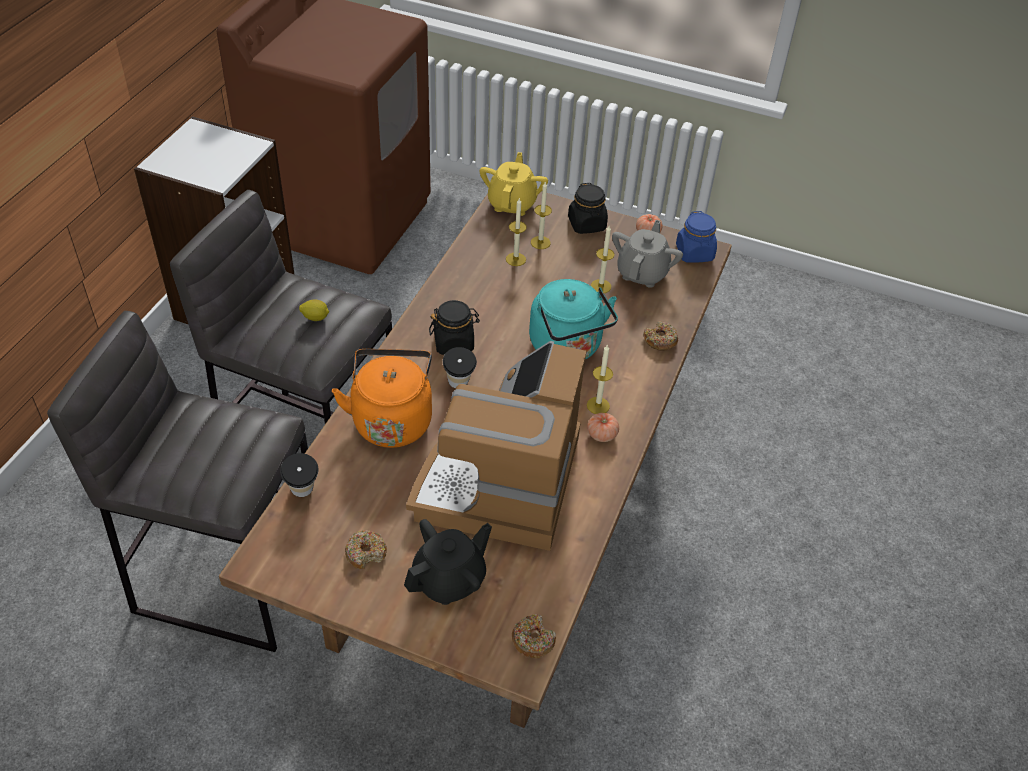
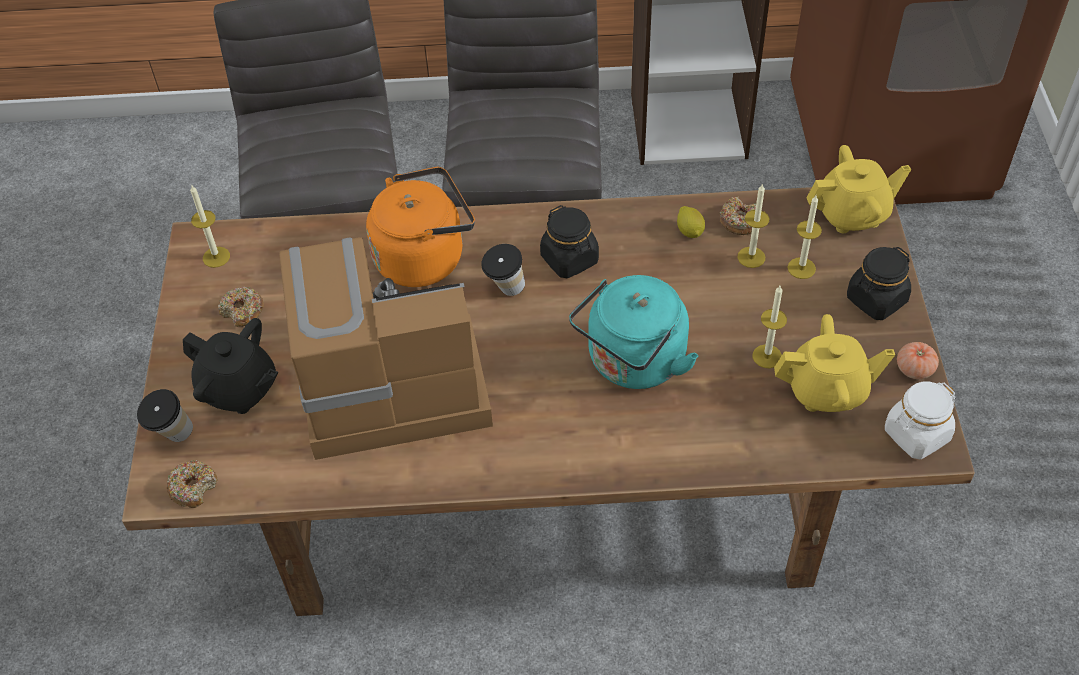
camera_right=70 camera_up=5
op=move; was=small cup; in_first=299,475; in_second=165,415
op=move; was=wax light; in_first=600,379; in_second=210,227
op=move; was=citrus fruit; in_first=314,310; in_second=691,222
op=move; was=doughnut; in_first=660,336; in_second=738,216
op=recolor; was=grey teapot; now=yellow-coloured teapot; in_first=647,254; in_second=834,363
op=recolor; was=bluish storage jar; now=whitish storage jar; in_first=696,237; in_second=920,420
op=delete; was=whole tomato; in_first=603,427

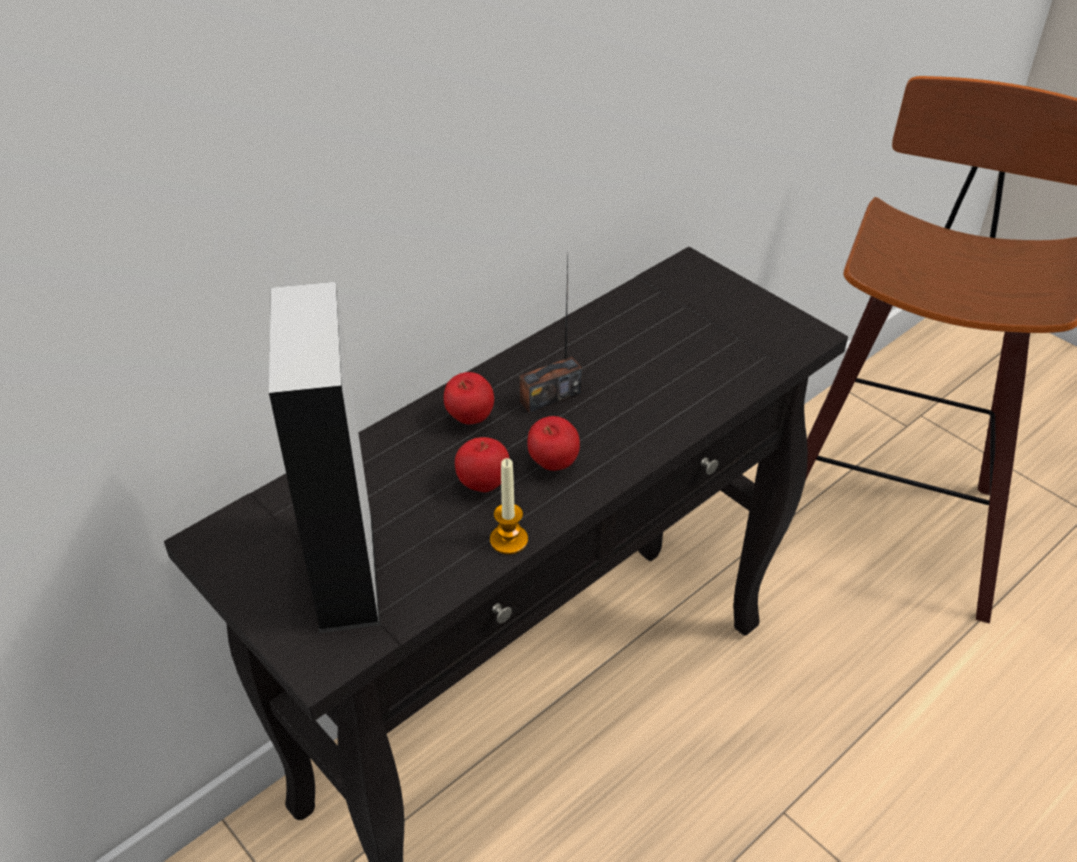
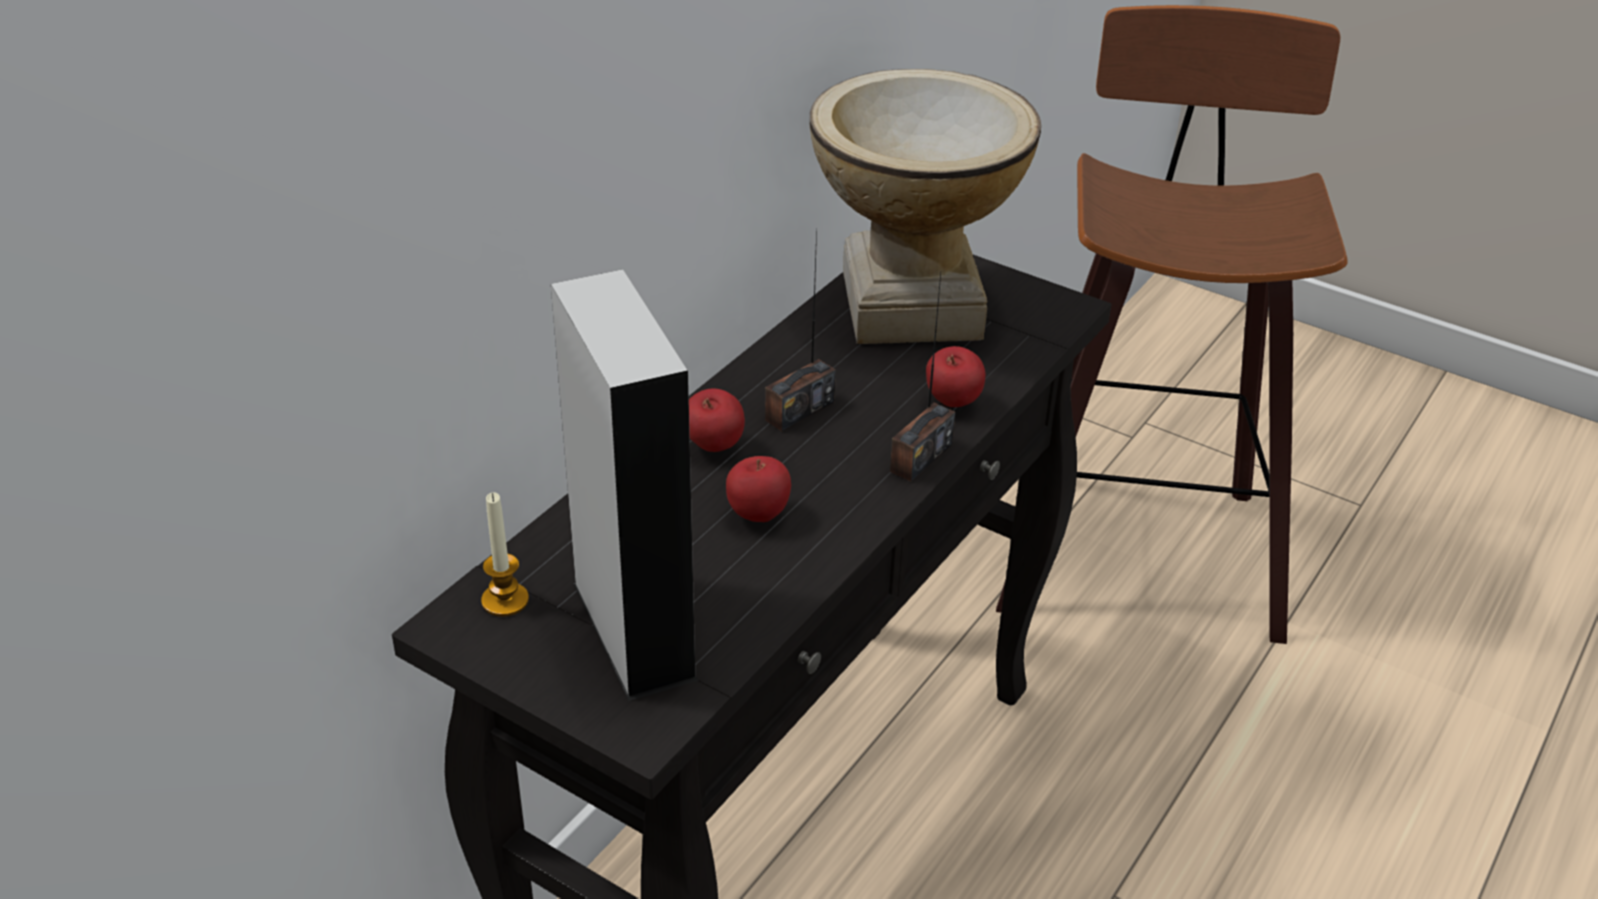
camera_right=-15 camera_up=-5
op=move; was=wax light; in_first=509,506; in_second=505,554
op=insert; now=decorative vase; in_second=925,206
op=insert; now=radio set; in_second=922,377
op=move; was=apple; in_first=553,443; in_second=955,376

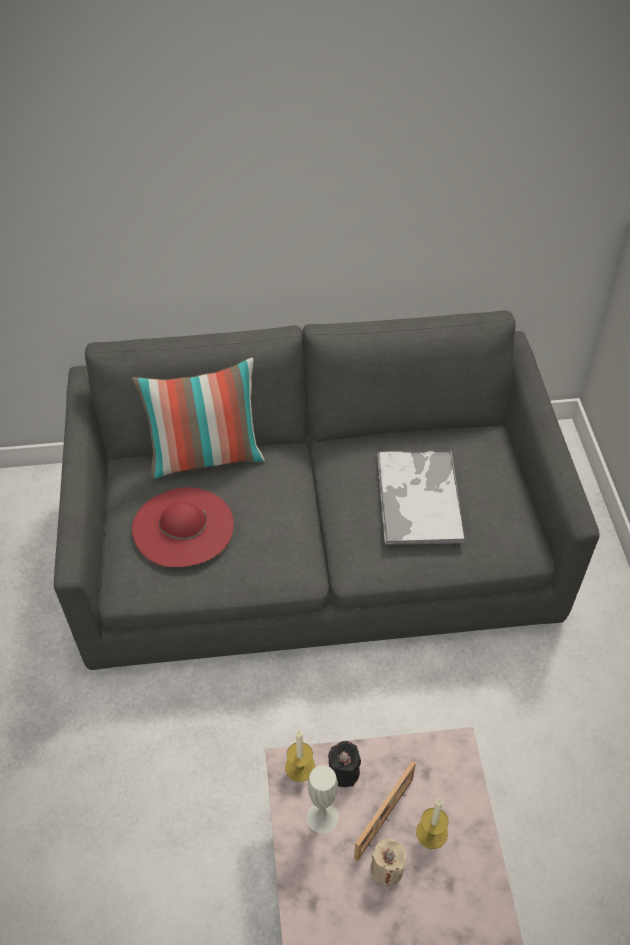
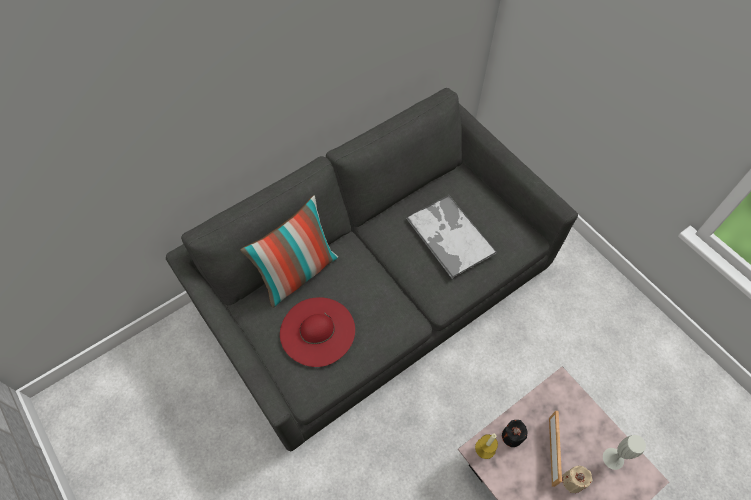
camera_right=-30 camera_up=10
op=move; was=whitish decorative vase; in_first=323,799; in_second=624,452
op=delete; was=wax light; in_first=432,824

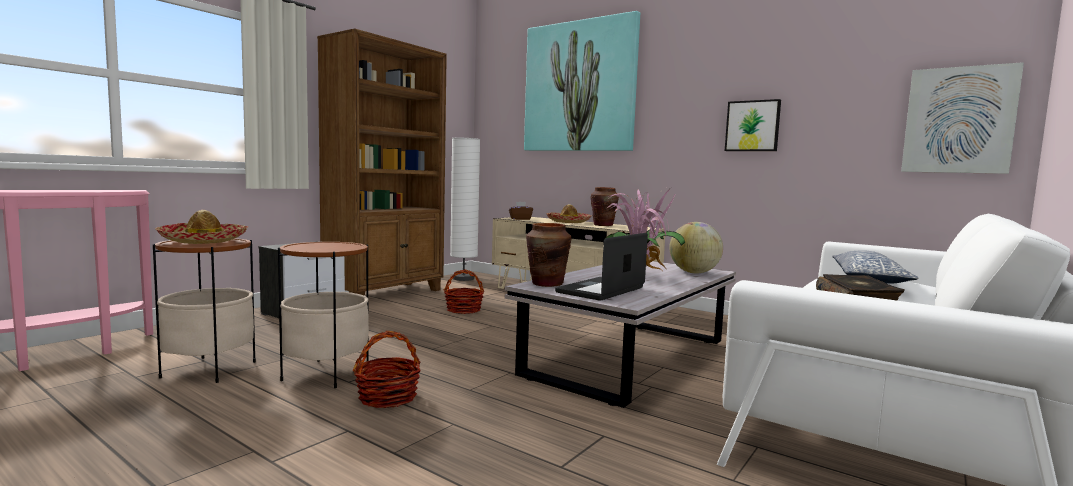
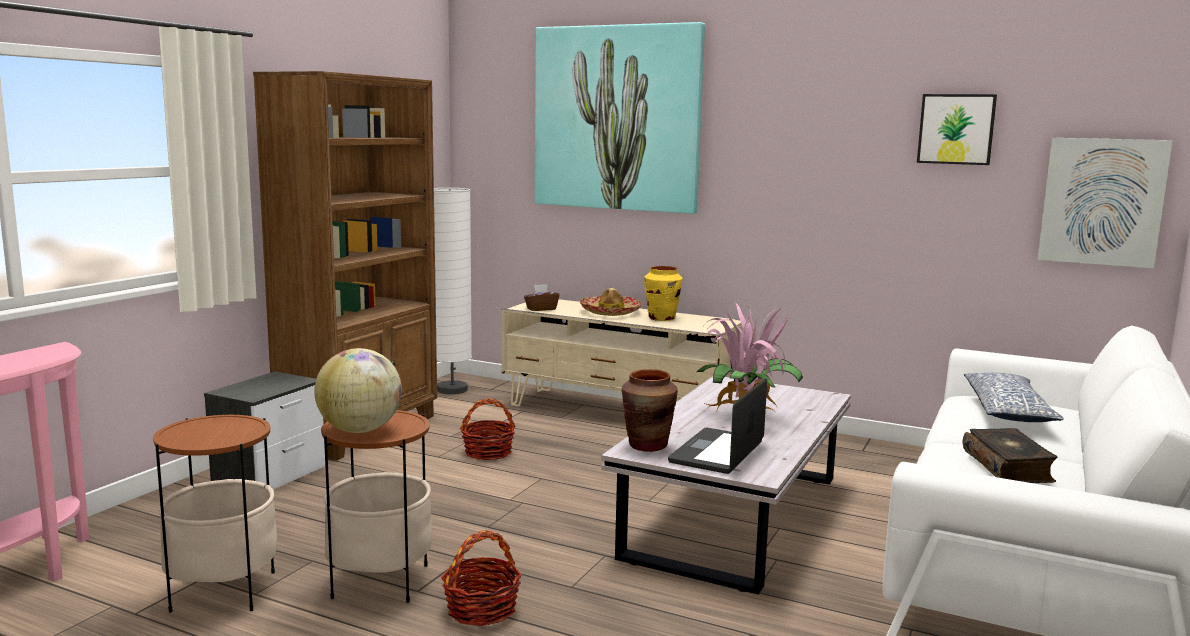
camera_right=-10 camera_up=5
op=move; was=desk globe; in_first=696,248; in_second=358,390
op=recolor; was=brown decorative vase; now=yellow-coloured decorative vase; in_first=604,206; in_second=663,293
op=move; was=wall art; in_first=753,125; in_second=957,129
op=delete; was=hat; in_first=201,227

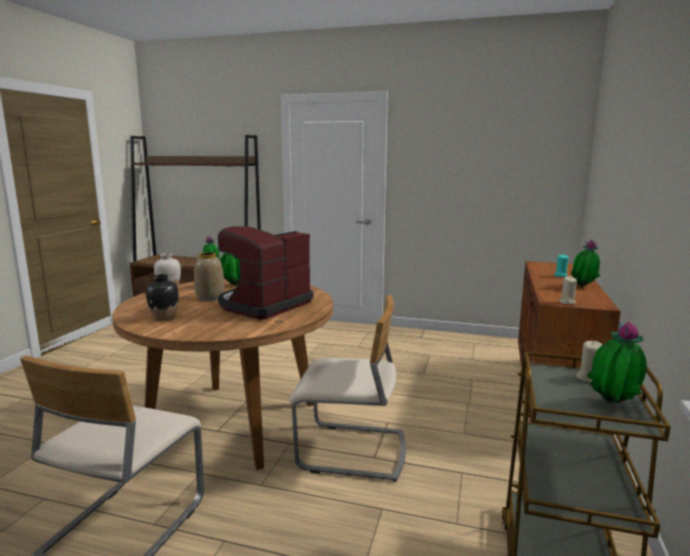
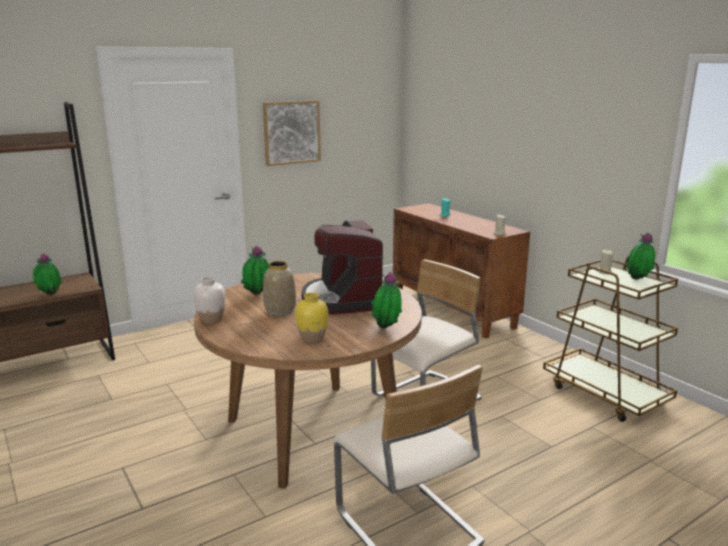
camera_right=-50 camera_up=5
op=insert; now=wall art; in_second=292,133
op=recolor; was=black-coloured decorative vase; now=yellow-coloured decorative vase; in_first=162,297; in_second=311,317
op=move; was=plant in a pot; in_first=585,263; in_second=386,300

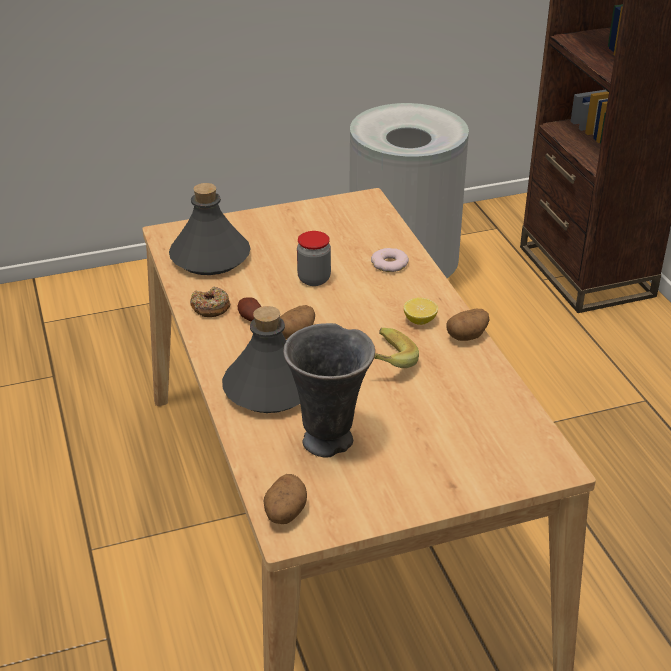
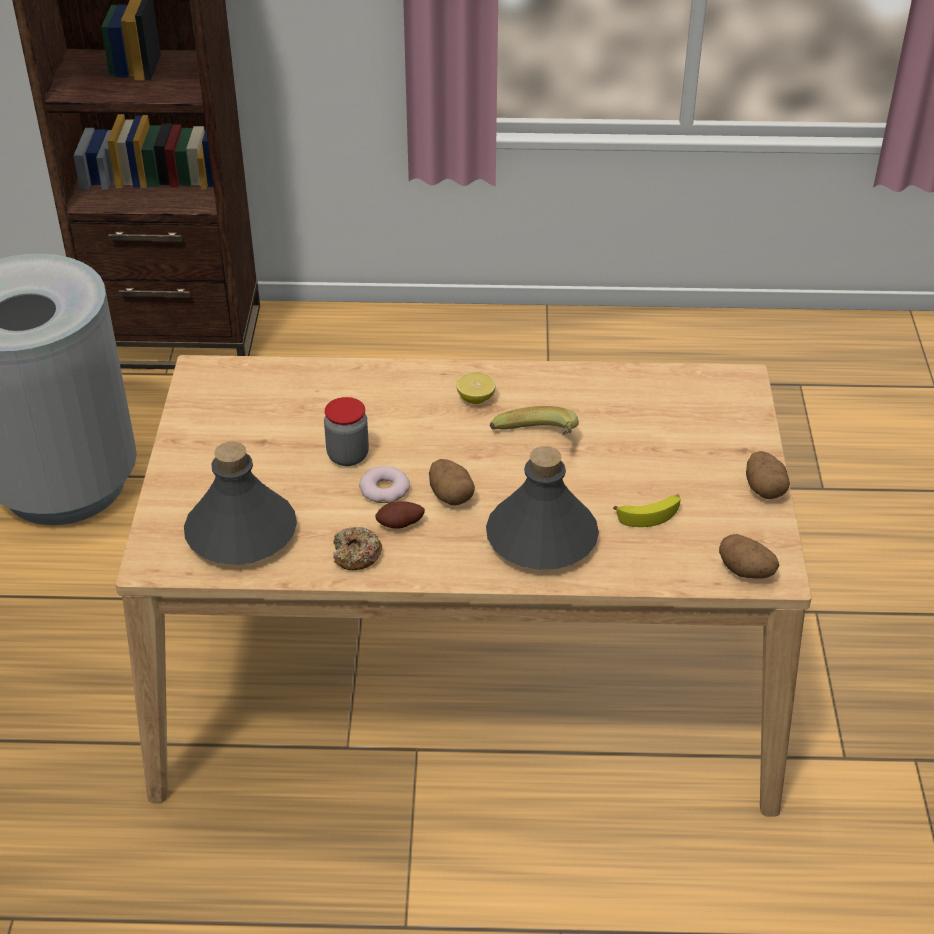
camera_right=-70 camera_up=5
op=move; was=doughnut; in_first=390,260; in_second=384,484
op=replace; was=grey decorative vase; now=whole banana; in_first=329,390; in_second=646,511
op=move; was=potato; in_first=468,325; in_second=768,475

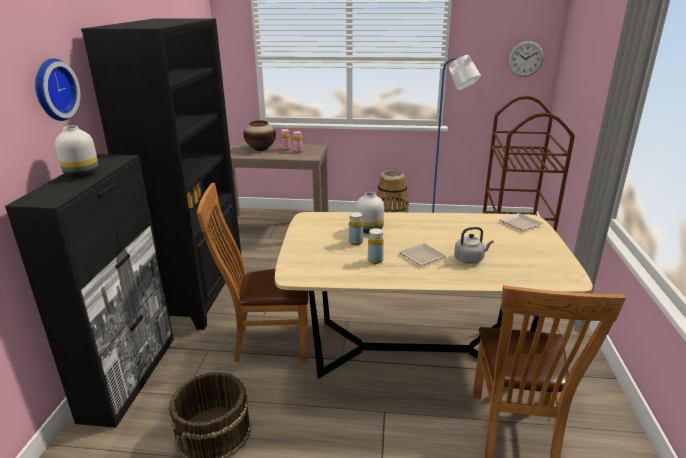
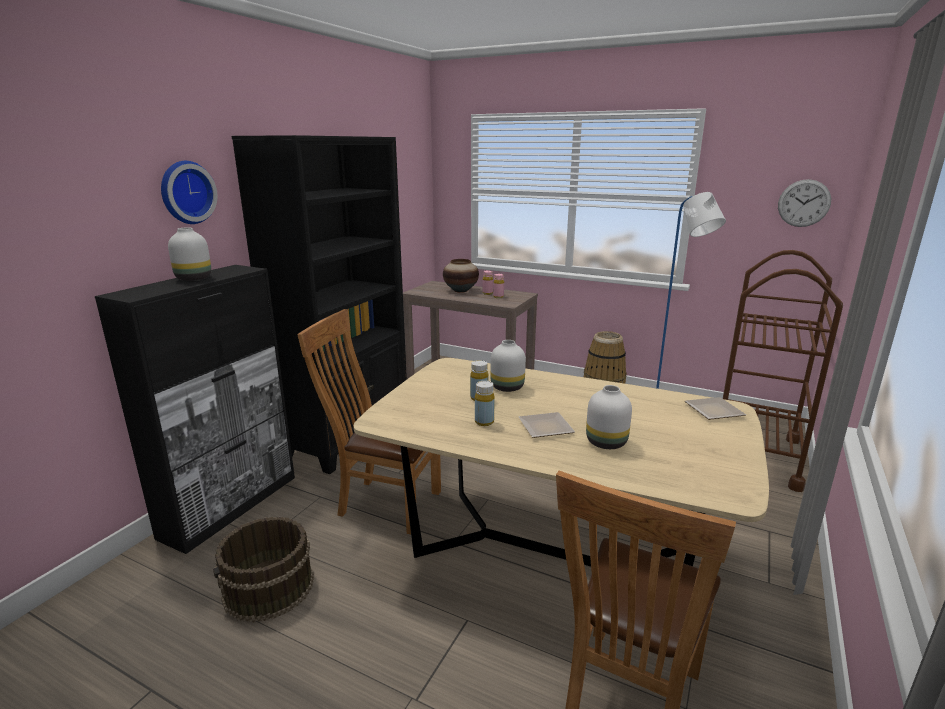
camera_right=20 camera_up=-5
op=replace; was=grey kettle; now=whitish decorative vase; in_first=474,245; in_second=609,417

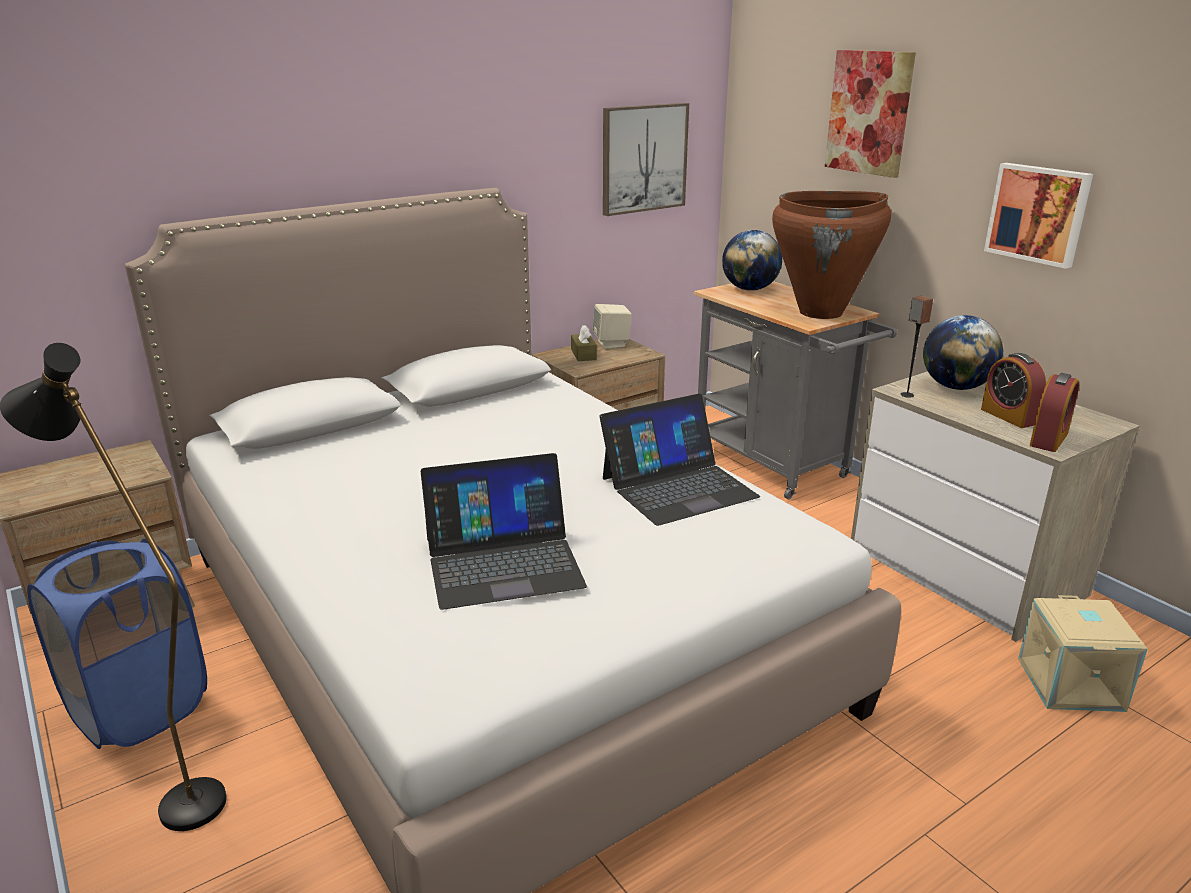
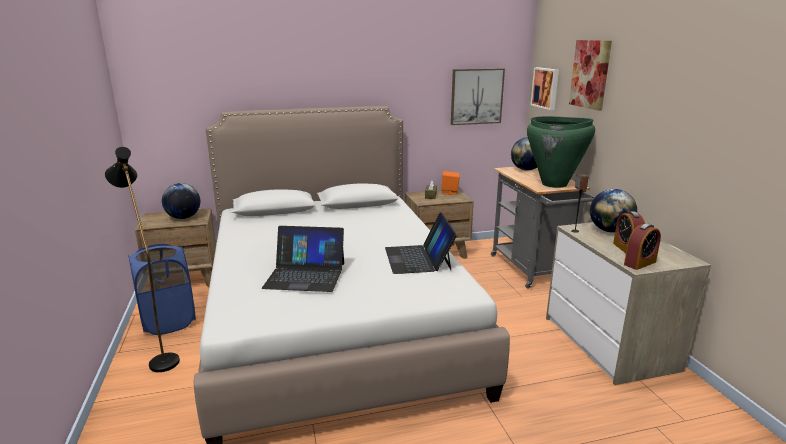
camera_right=20 camera_up=-5
op=insert; now=desk globe; in_second=181,201
op=rotate; was=laptop; in_first=679,460; in_second=421,243; clockwise=90
op=recolor; was=beige-coloured speaker; now=orange speaker; in_first=612,326; in_second=450,183
op=recolor; was=brown decorative vase; now=greenish decorative vase; in_first=831,255; in_second=561,152
op=move; was=wall art; in_first=1038,216; in_second=545,88
op=delete; was=beige-coloured storage container; in_first=1083,653

